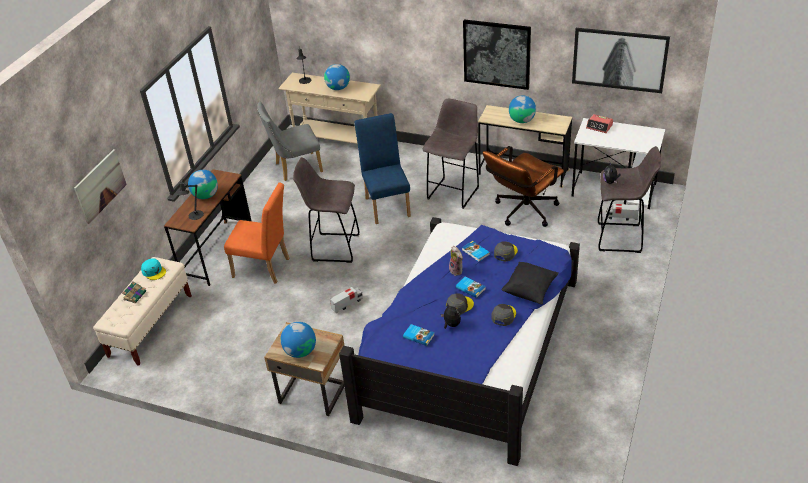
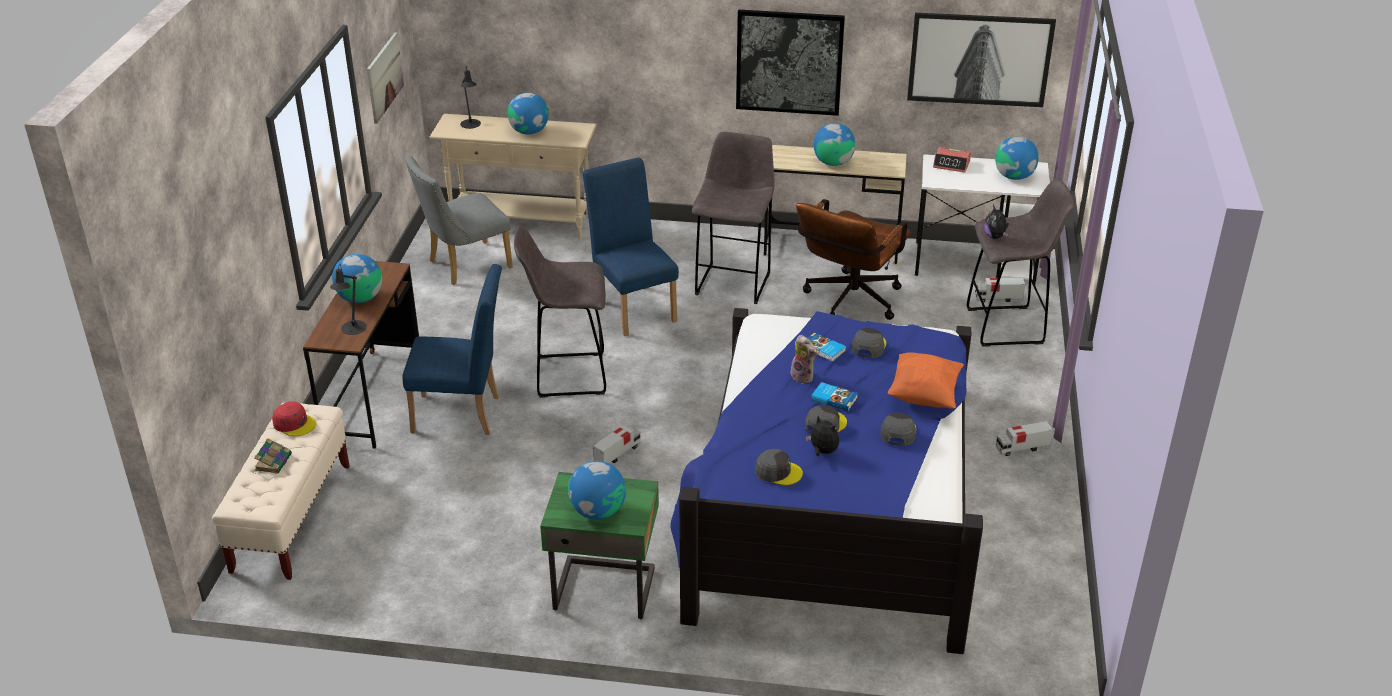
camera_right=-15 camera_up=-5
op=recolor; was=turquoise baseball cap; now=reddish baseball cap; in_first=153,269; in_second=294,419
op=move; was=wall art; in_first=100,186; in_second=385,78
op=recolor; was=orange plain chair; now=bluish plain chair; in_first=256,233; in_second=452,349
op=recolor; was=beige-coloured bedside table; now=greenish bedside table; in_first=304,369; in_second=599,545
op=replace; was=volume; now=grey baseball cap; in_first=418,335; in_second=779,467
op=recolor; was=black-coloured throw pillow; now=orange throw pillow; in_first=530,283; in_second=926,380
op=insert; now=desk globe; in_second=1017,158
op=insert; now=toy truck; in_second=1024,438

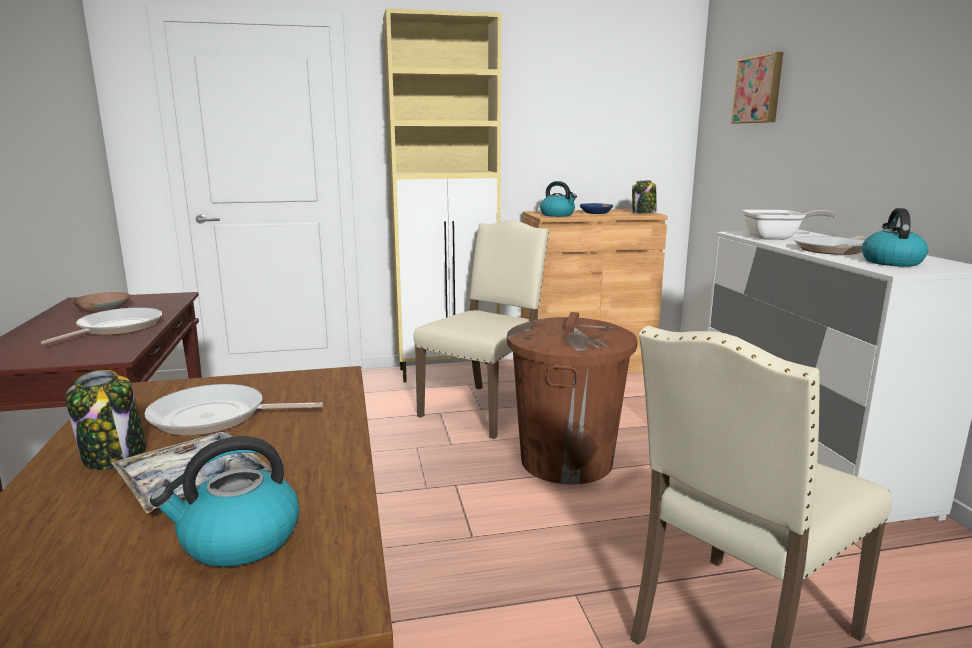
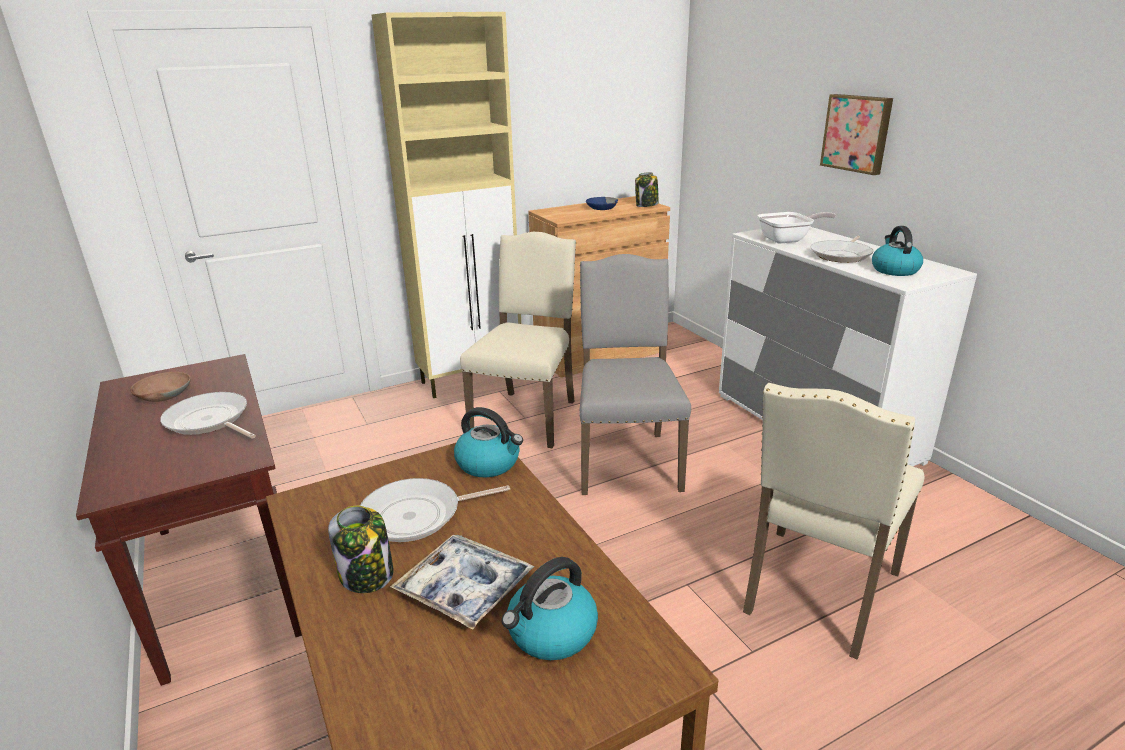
camera_right=-15 camera_up=10
op=rotate; was=frying pan; in_first=101,325; in_second=208,415; clockwise=-60
op=move; was=kettle; in_first=558,199; in_second=488,442
op=replace; was=brown waste bin; now=grey plain chair; in_first=572,398; in_second=635,374
op=move; was=wall art; in_first=757,88; in_second=856,134

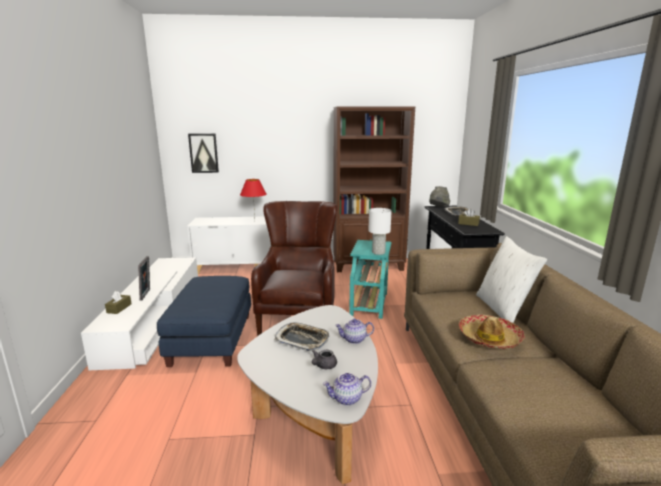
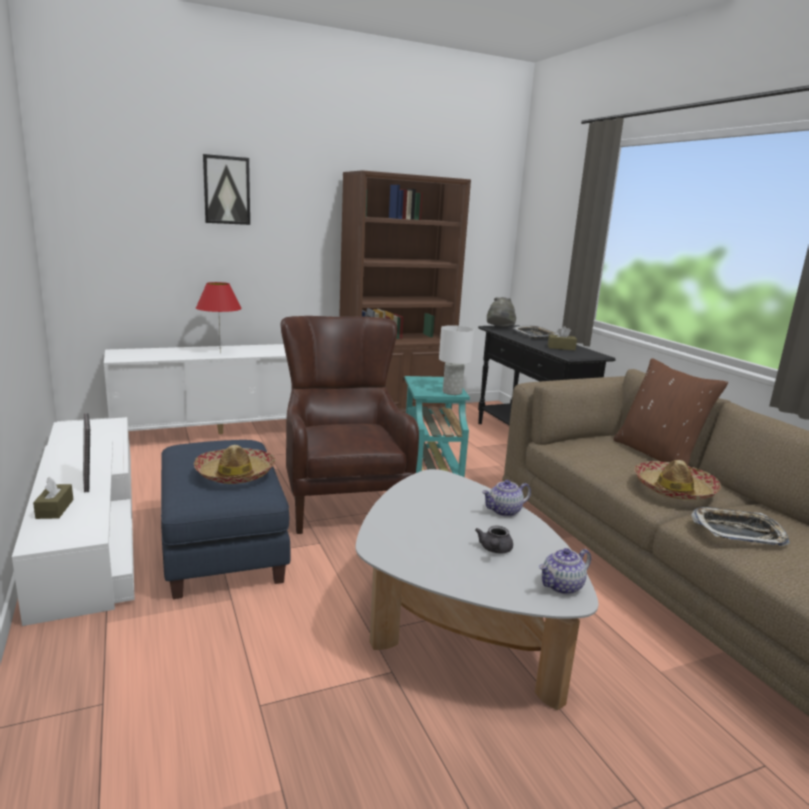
camera_right=-20 camera_up=0
op=insert; now=hat; in_second=234,464
op=move; was=wall art; in_first=203,153; in_second=226,189
op=recolor; was=whitish throw pillow; now=brown throw pillow; in_first=511,279; in_second=670,412
op=move; was=serving tray; in_first=302,337; in_second=740,526

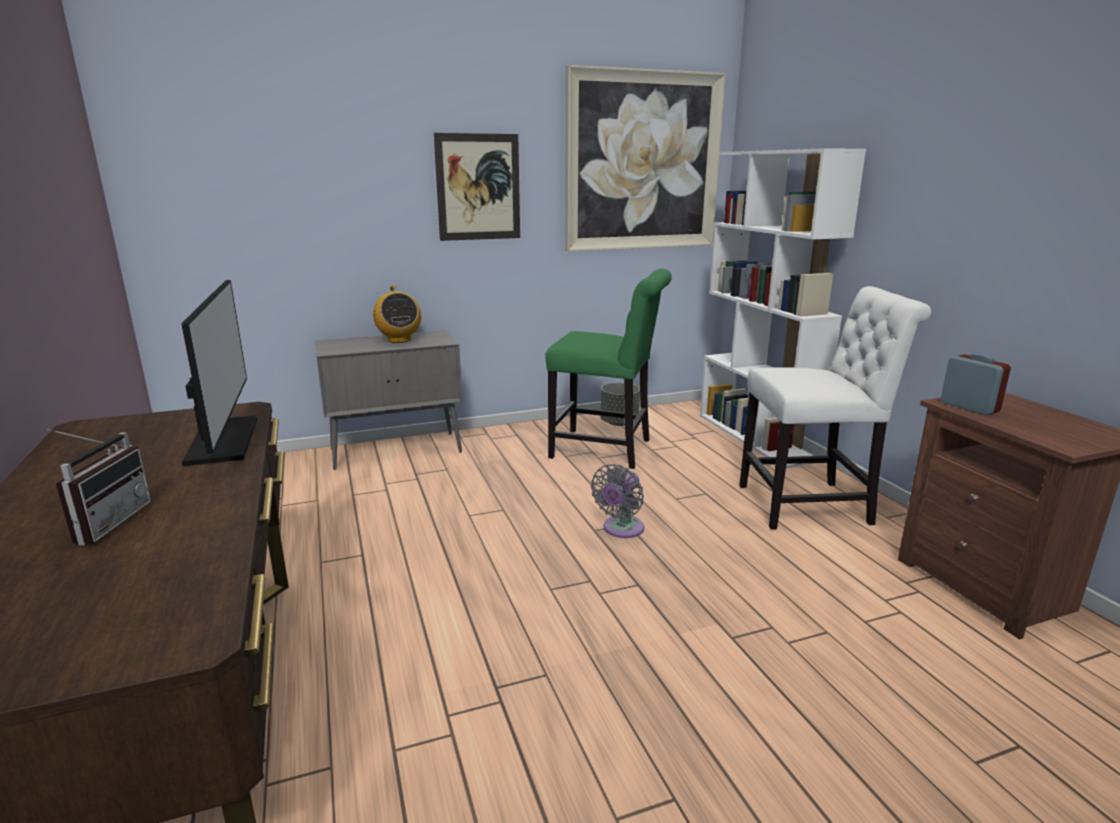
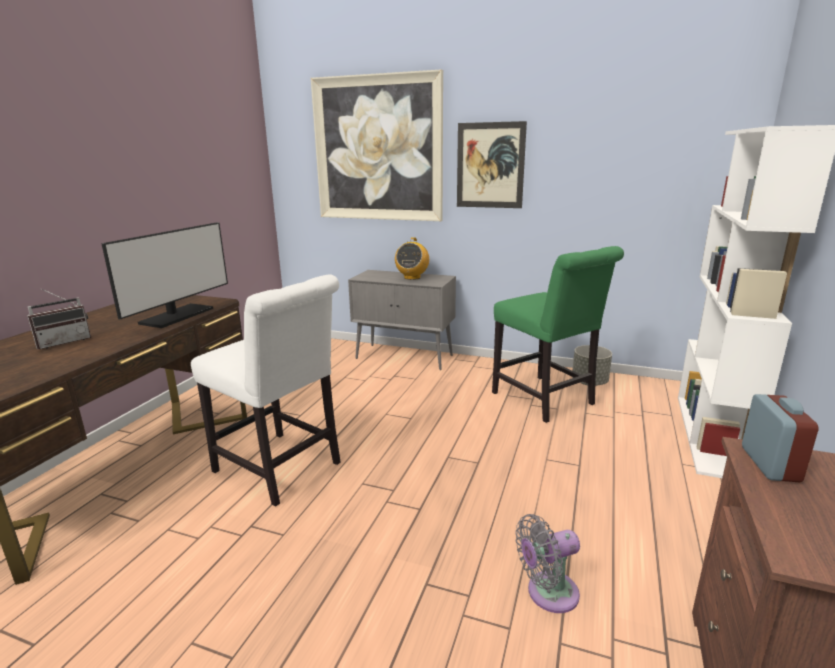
camera_right=40 camera_up=0
op=move; was=whitish plain chair; in_first=835,408; in_second=266,390
op=move; was=wall art; in_first=645,158; in_second=377,145
op=move; was=grey fan; in_first=617,501; in_second=547,563

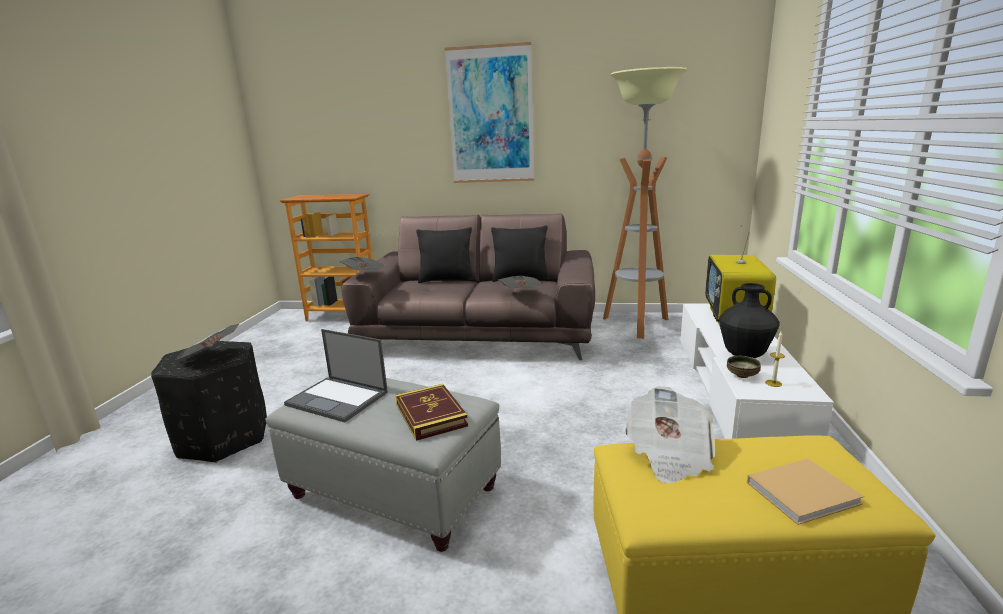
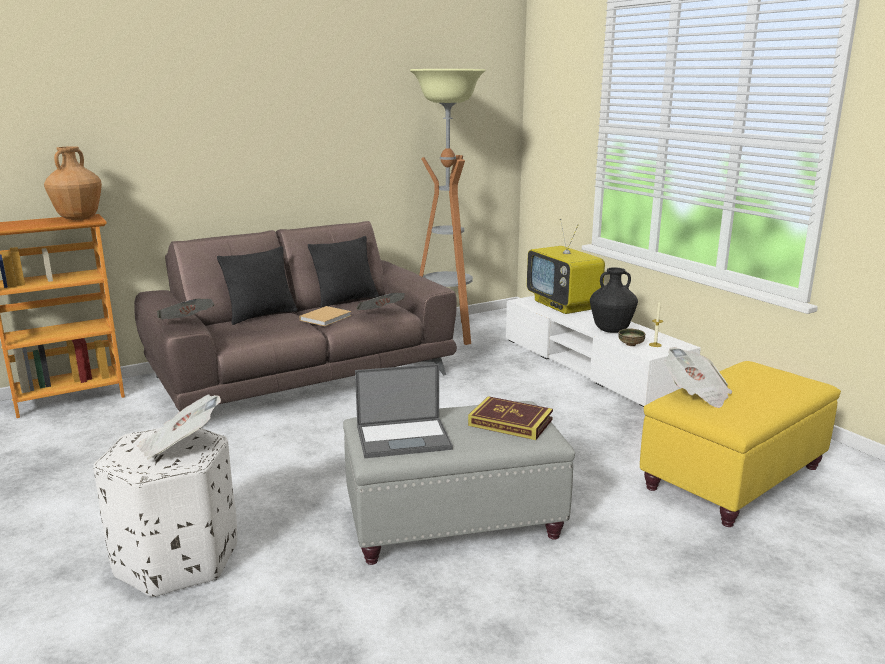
camera_right=-40 camera_up=0
op=insert; now=brown decorative vase; in_second=73,183
op=recolor; was=black-coloured ottoman; now=whitish ottoman; in_first=209,402; in_second=165,512
op=move; was=beige-coloured volume; in_first=805,492; in_second=325,316
op=delete; was=wall art; in_first=489,112

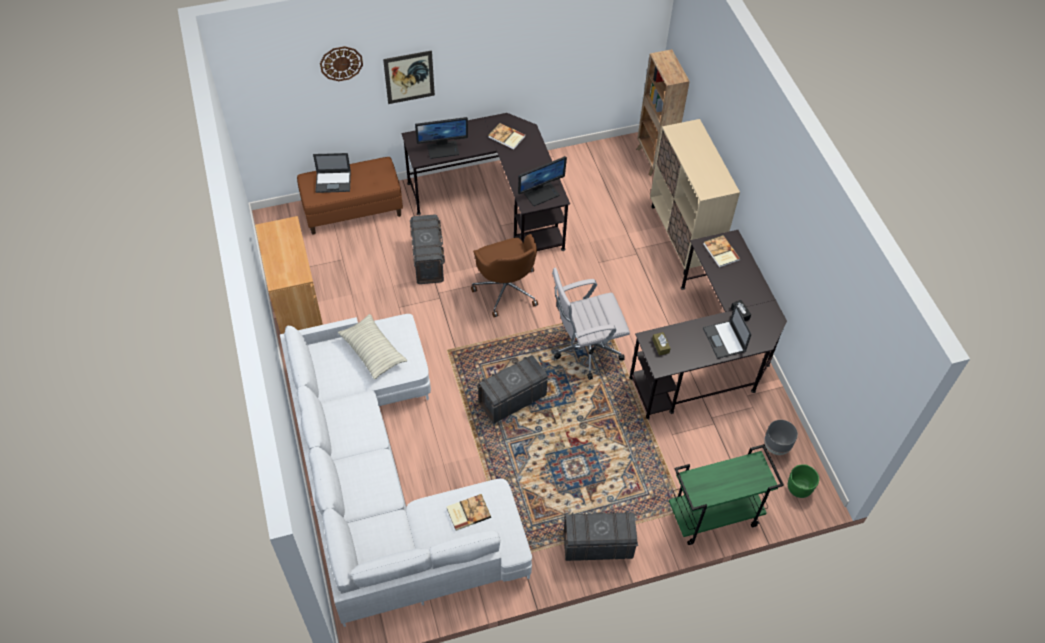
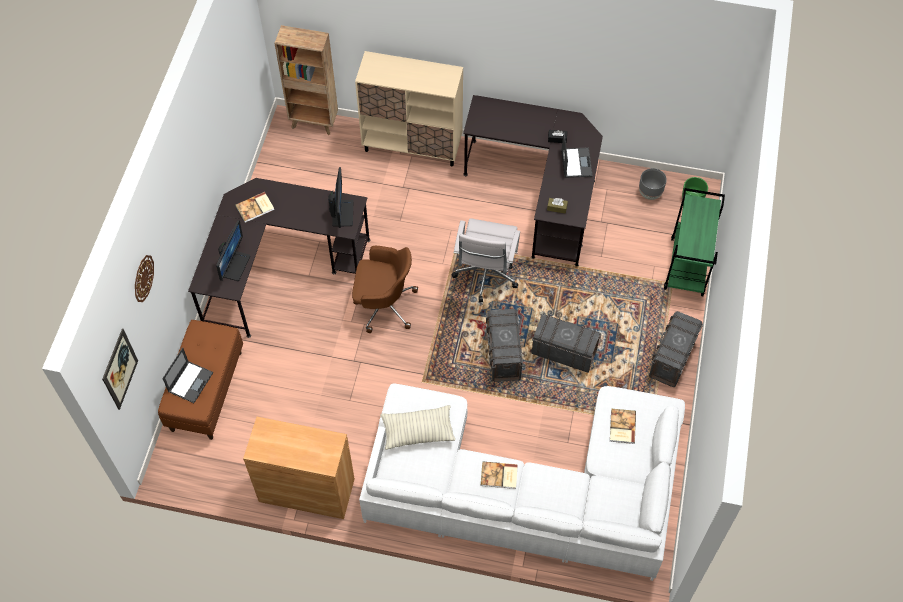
camera_right=-60 camera_up=5
op=move; was=wall art; in_first=409,77; in_second=120,369
op=move; was=volume; in_first=722,251; in_second=499,475
op=move; was=grey storage container; in_first=427,249; in_second=566,343
op=rotate; was=laptop; in_first=727,331; in_second=577,155; clockwise=-105

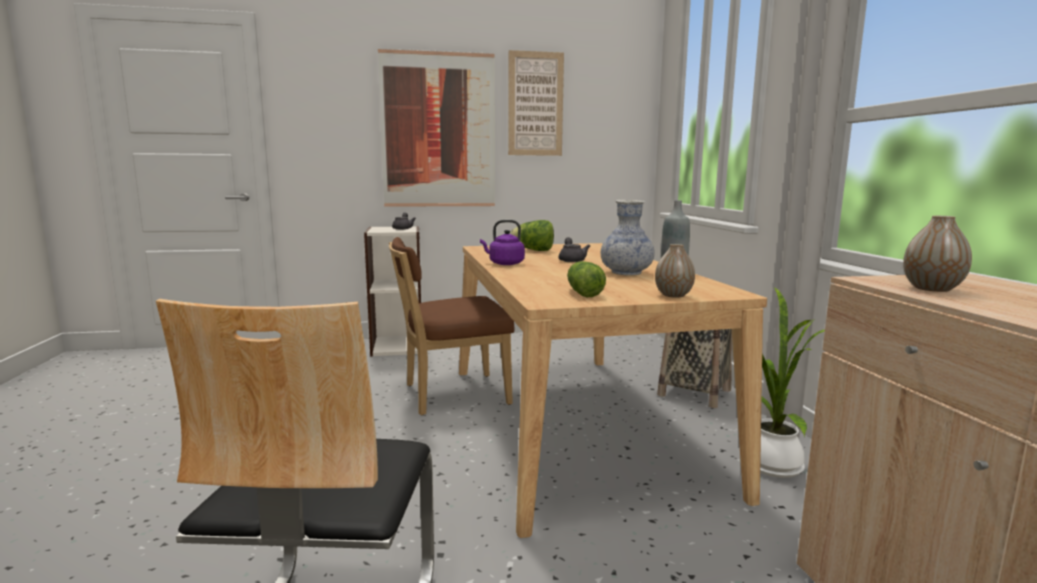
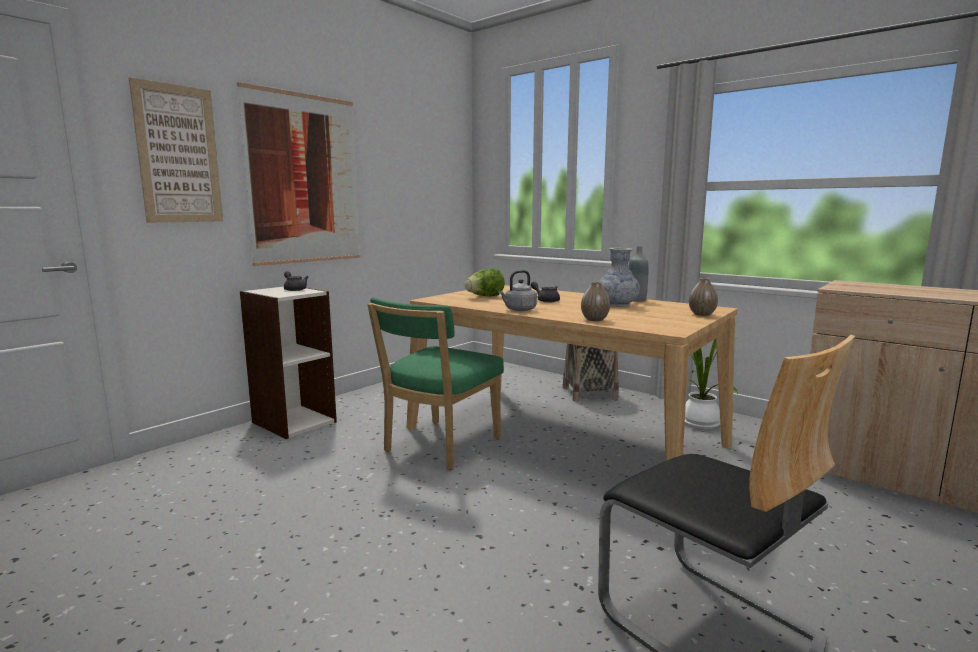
camera_right=-40 camera_up=0
op=move; was=wall art; in_first=536,103; in_second=176,150
op=recolor; was=brown plain chair; now=greenish plain chair; in_first=451,326; in_second=435,384
op=recolor; was=purple-coloured kettle; now=grey kettle; in_first=502,242; in_second=517,290
op=move; was=decorative vase; in_first=937,254; in_second=595,301
op=delete; was=lettuce head; in_first=586,279

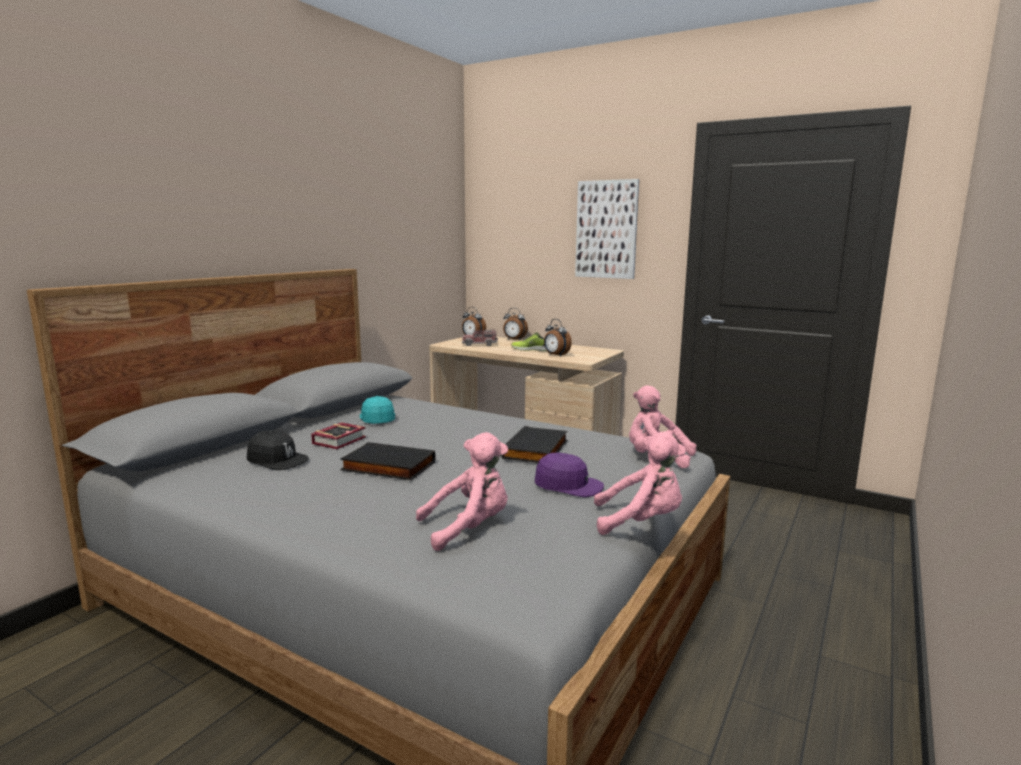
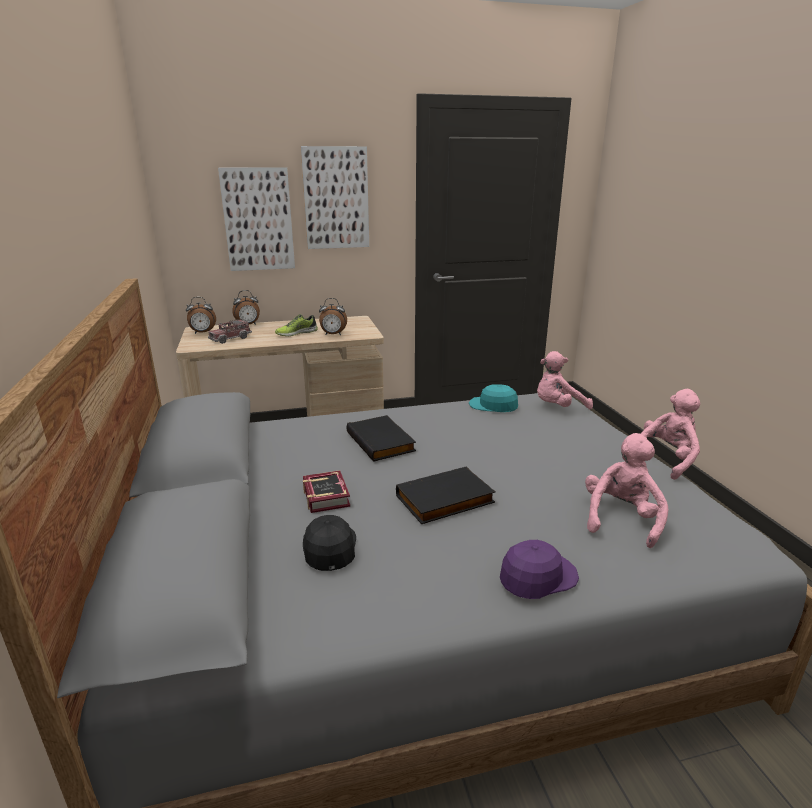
camera_right=-45 camera_up=10
op=insert; now=wall art; in_second=256,219
op=rotate; was=black-coloured baseball cap; in_first=278,450; in_second=329,543; clockwise=-75
op=move; was=black-coloured volume; in_first=534,444; in_second=381,438
op=move; was=turquoise baseball cap; in_first=377,410; in_second=493,398
op=move; was=purple-coloured baseball cap; in_first=569,475; in_second=539,569

